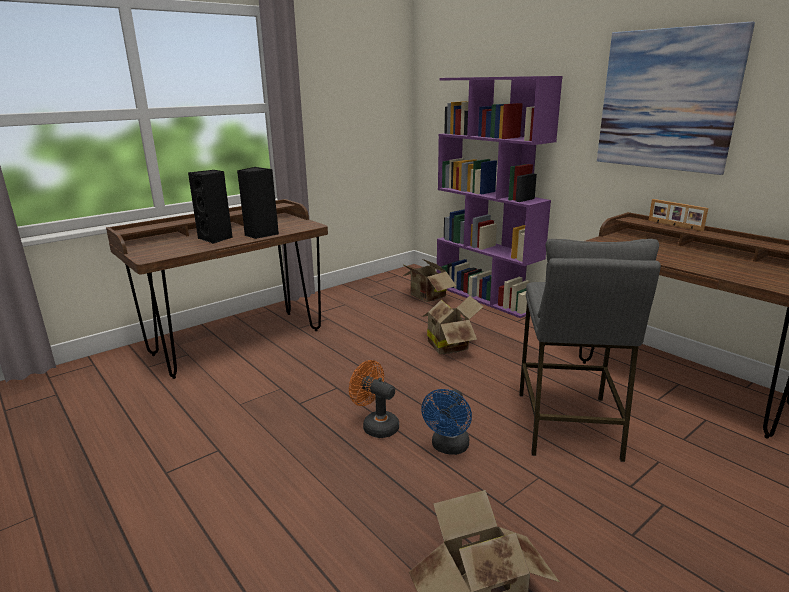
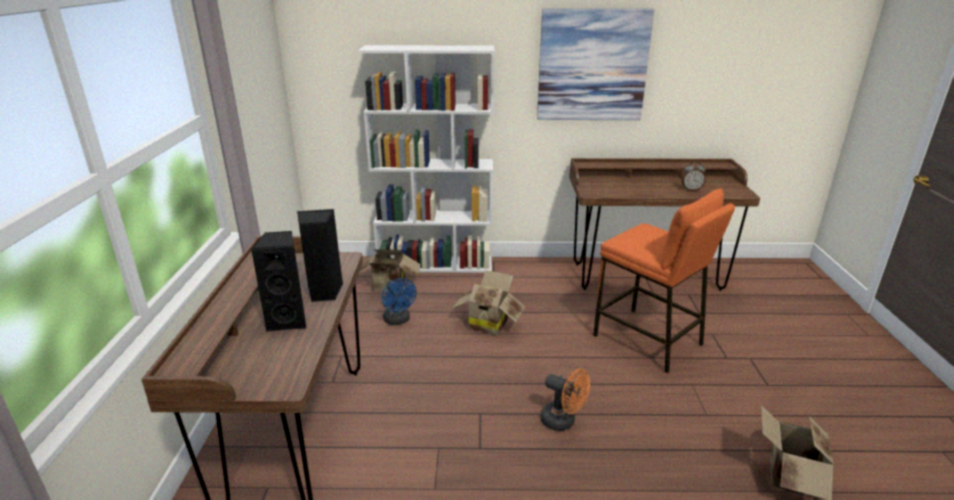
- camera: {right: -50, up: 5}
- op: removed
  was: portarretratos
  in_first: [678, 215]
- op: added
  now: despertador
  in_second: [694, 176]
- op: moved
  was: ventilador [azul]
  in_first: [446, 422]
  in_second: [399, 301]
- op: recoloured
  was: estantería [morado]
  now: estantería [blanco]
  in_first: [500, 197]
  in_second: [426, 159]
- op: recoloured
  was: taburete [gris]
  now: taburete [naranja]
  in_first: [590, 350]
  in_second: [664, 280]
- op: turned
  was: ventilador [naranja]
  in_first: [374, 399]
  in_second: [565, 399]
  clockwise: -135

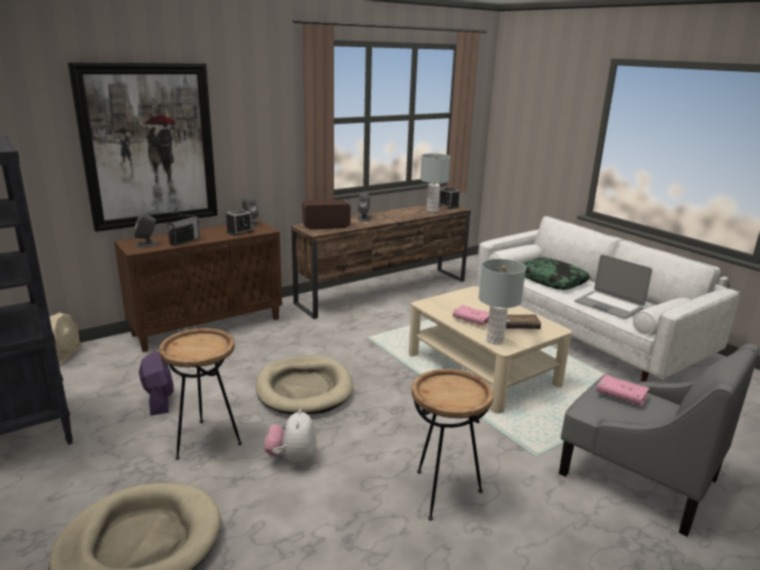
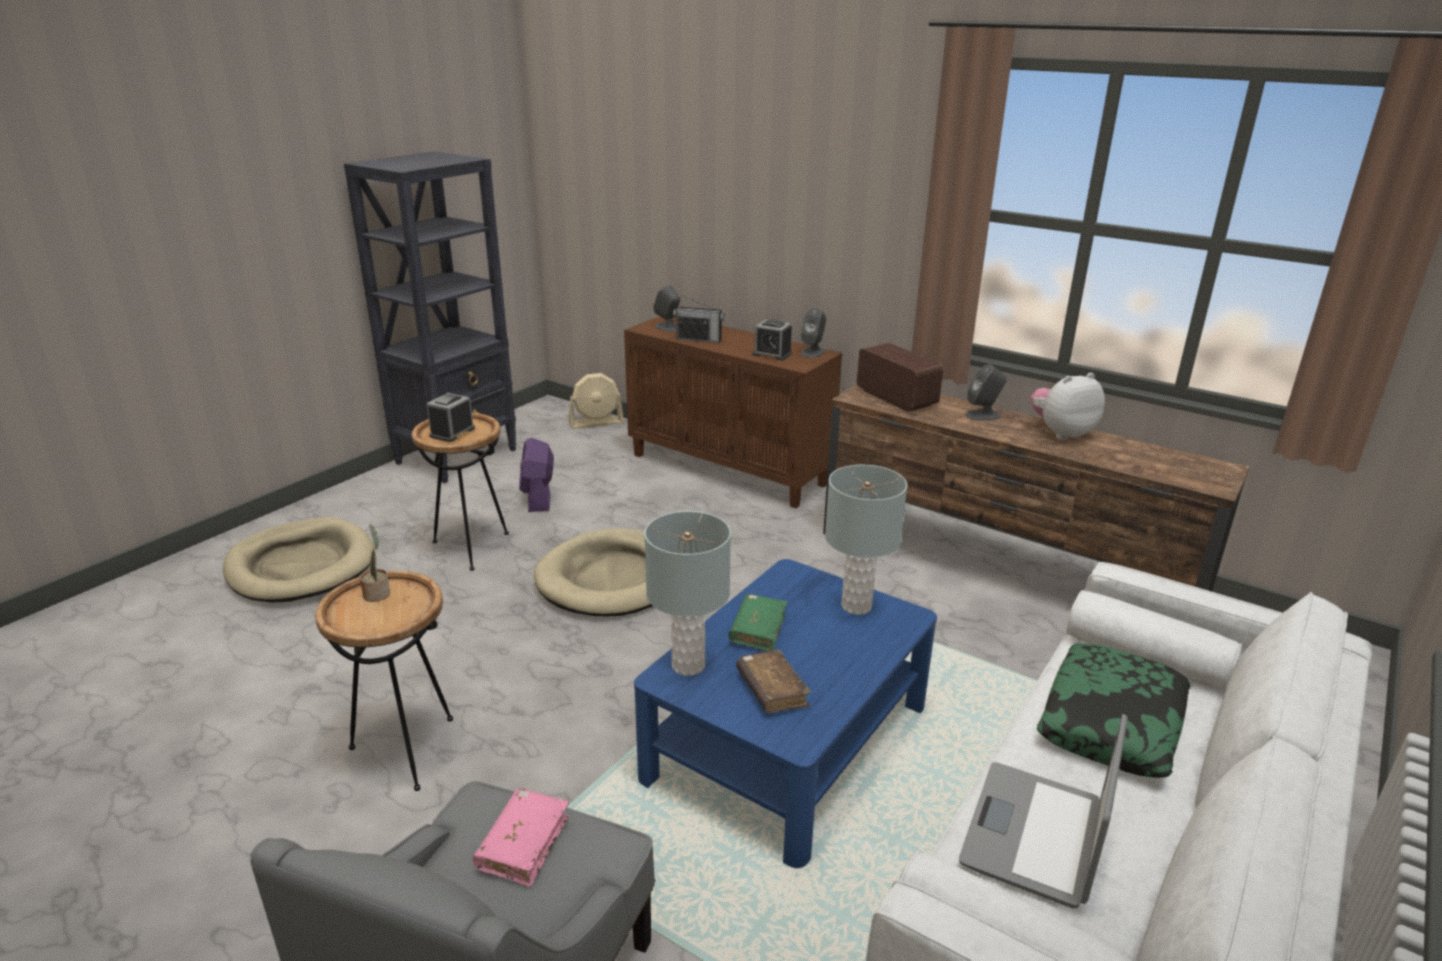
- camera: {right: 70, up: 5}
- op: removed
  was: cuadro
  in_first: [143, 147]
- op: added
  now: planta en maceta
  in_second: [374, 563]
- op: moved
  was: peluche
  in_first: [290, 437]
  in_second: [1068, 406]
- op: moved
  was: lámpara de mesa [gris]
  in_first: [435, 183]
  in_second: [866, 540]
- op: moved
  was: despertador
  in_first: [449, 198]
  in_second: [450, 417]
- op: recoloured
  was: mesa de centro [beis]
  now: mesa de centro [azul]
  in_first: [490, 350]
  in_second: [785, 713]
- op: recoloured
  was: libro [rosa]
  now: libro [verde]
  in_first: [471, 315]
  in_second: [758, 623]
- op: turned
  was: ventilador [morado]
  in_first: [156, 383]
  in_second: [536, 475]
  clockwise: 120

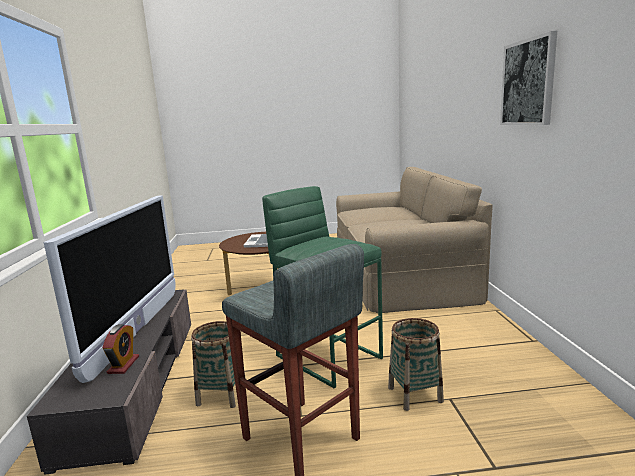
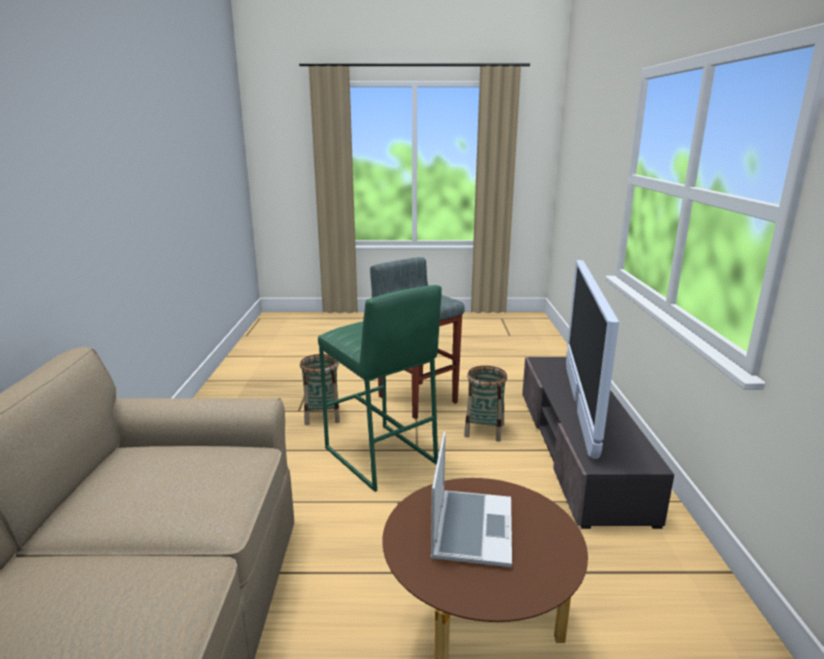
- camera: {right: -175, up: 5}
- op: removed
  was: despertador
  in_first: [120, 349]
- op: removed
  was: cuadro
  in_first: [528, 78]

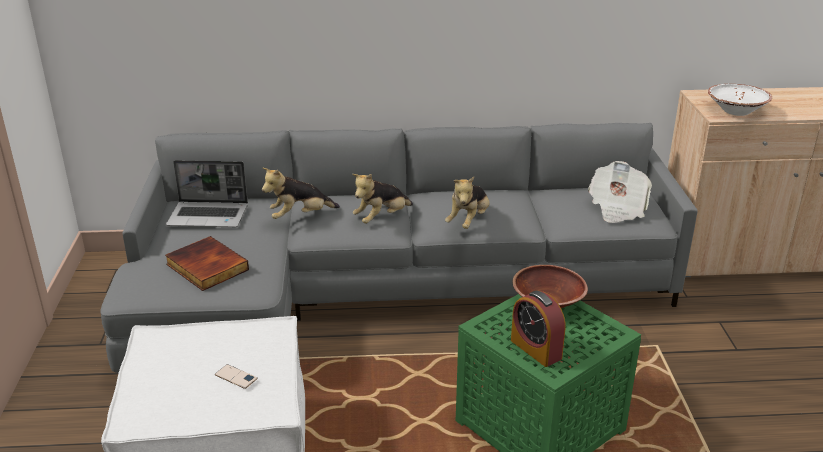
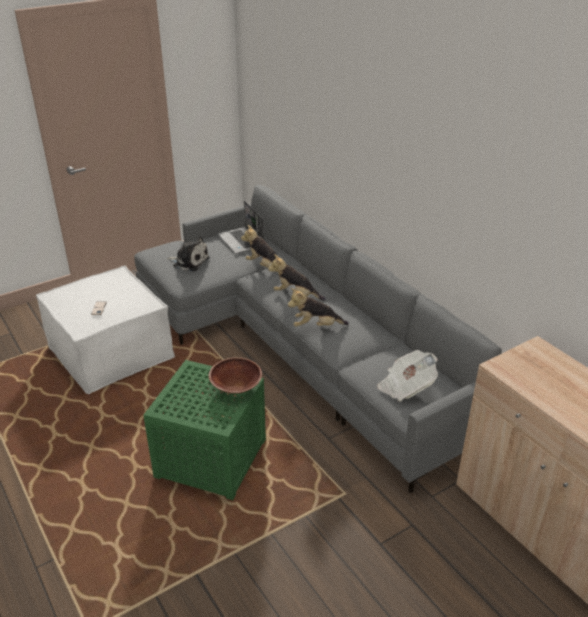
- camera: {right: 60, up: 5}
- op: removed
  was: despertador
  in_first: [538, 329]
- op: removed
  was: cuenco [blanco]
  in_first: [740, 100]
- op: replaced
  was: libro
  now: peluche
  in_first: [207, 263]
  in_second: [188, 253]

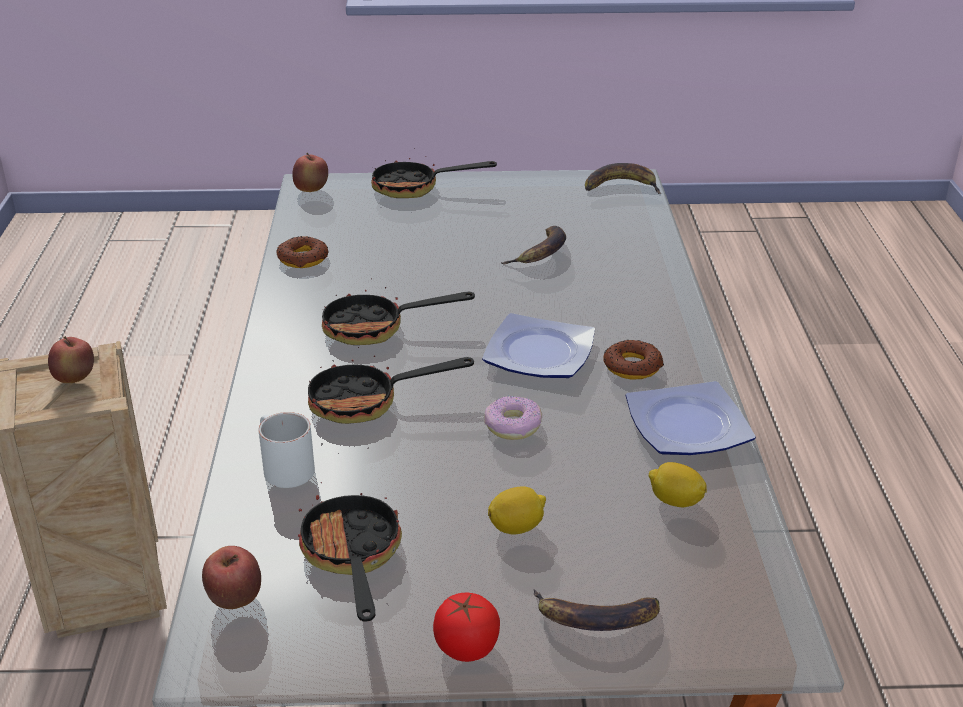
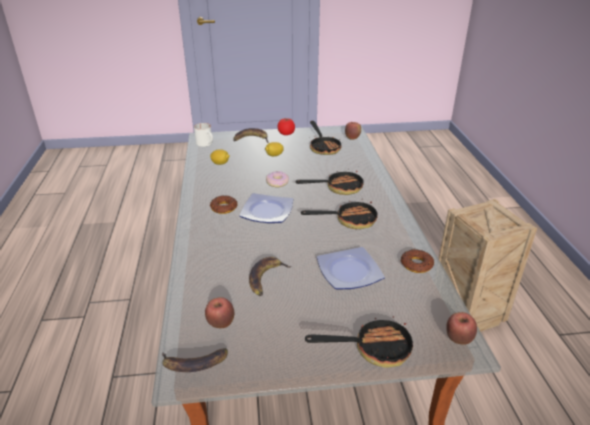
- camera: {right: 175, up: 0}
- op: moved
  was: manzana
  in_first: [71, 359]
  in_second: [219, 312]
- op: moved
  was: taza grande [blanco]
  in_first: [287, 450]
  in_second: [203, 135]
- op: moved
  was: plato
  in_first: [691, 418]
  in_second: [351, 268]

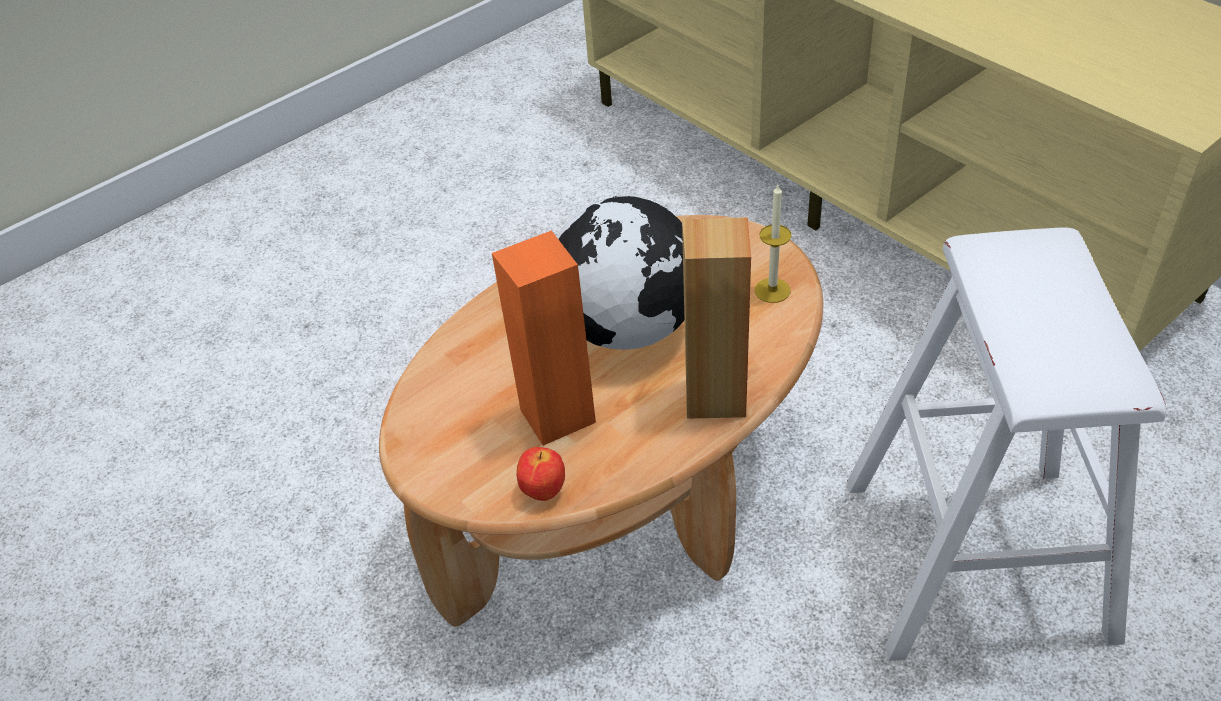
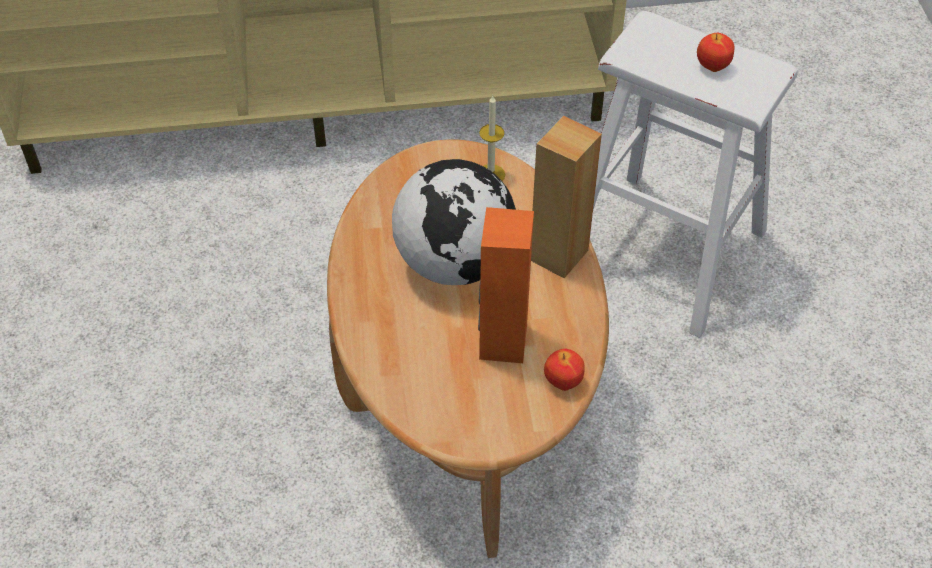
- camera: {right: -60, up: 5}
- op: added
  now: manzana
  in_second: [715, 52]

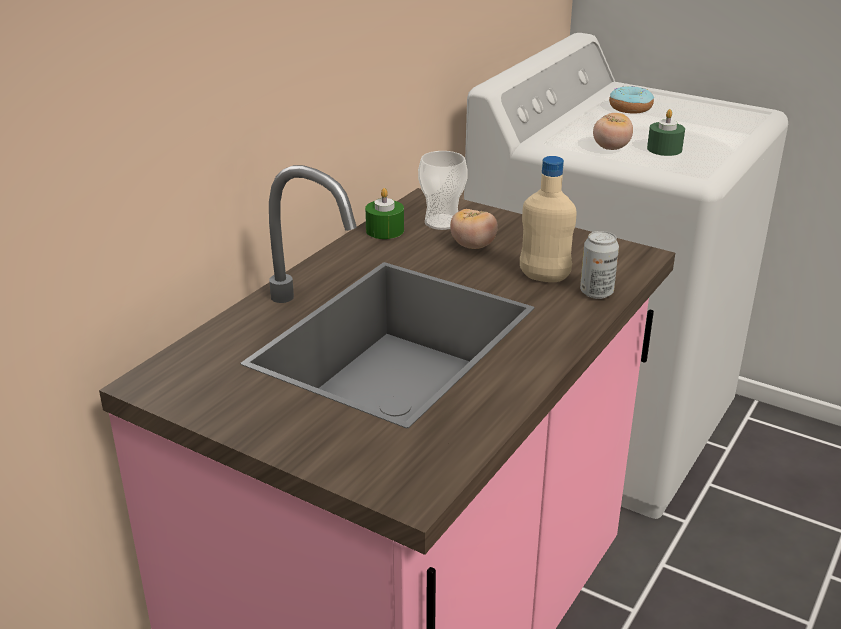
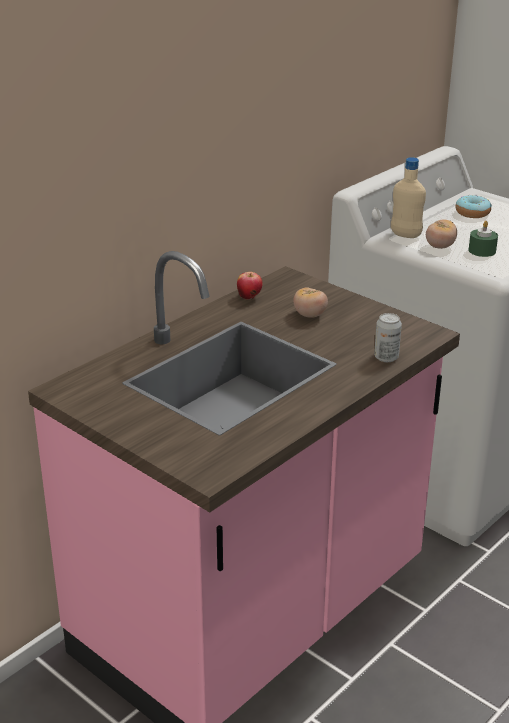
- camera: {right: 10, up: 0}
- op: removed
  was: taza
  in_first: [443, 190]
- op: moved
  was: botella [beis]
  in_first: [548, 219]
  in_second: [408, 197]
- op: replaced
  was: vela [verde]
  now: manzana
  in_first: [384, 213]
  in_second: [250, 286]

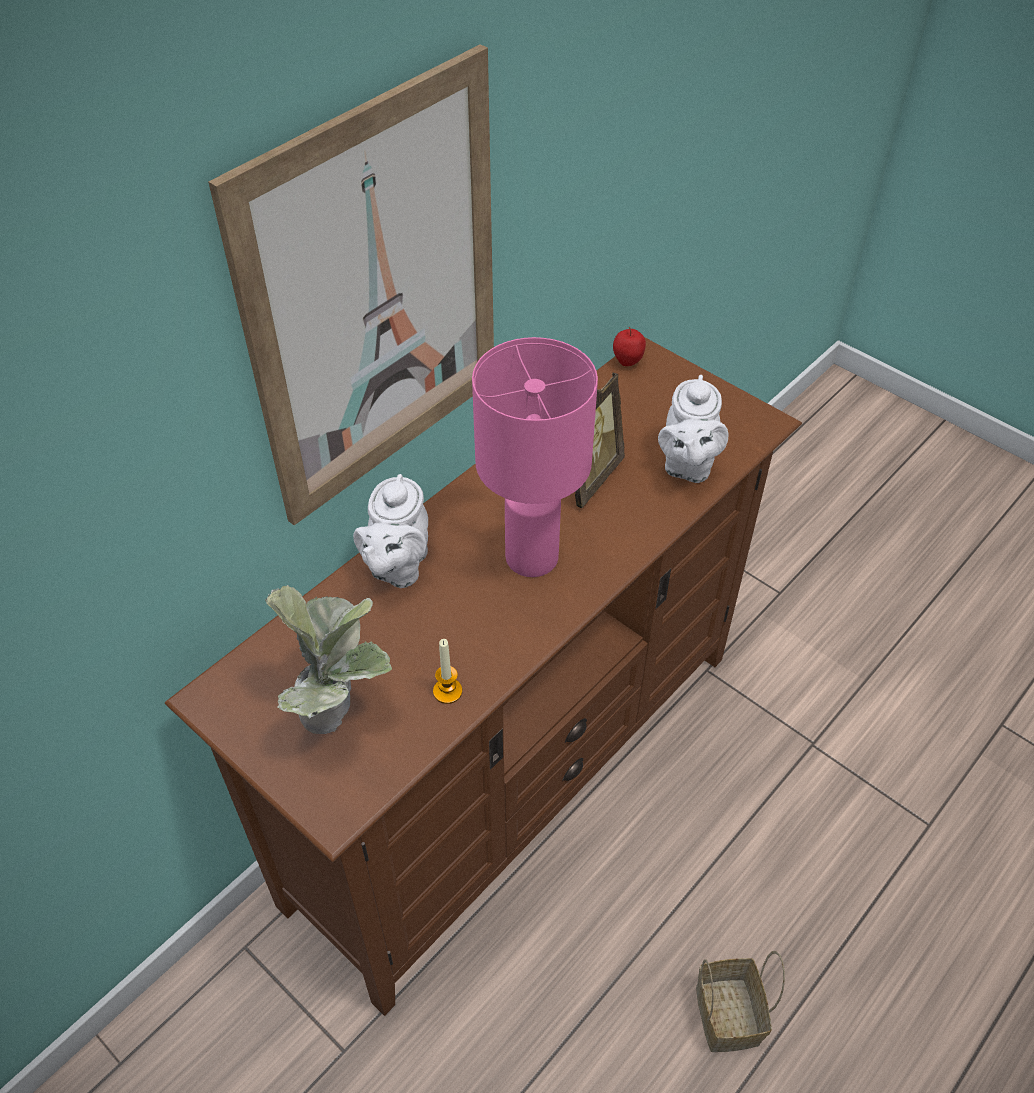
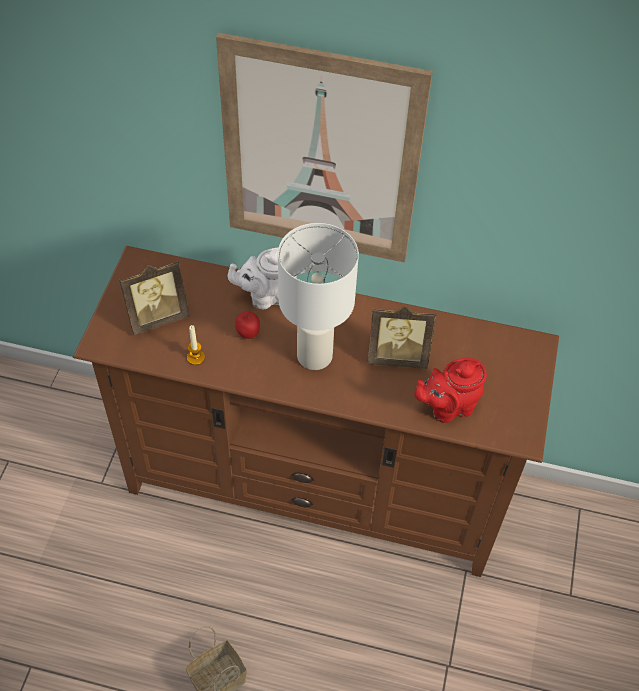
- camera: {right: 60, up: 5}
- op: moved
  was: manzana
  in_first: [629, 346]
  in_second: [247, 325]
- op: replaced
  was: planta en maceta
  now: portarretratos
  in_first: [328, 657]
  in_second: [154, 297]
- op: recoloured
  was: lámpara de mesa [rosa]
  now: lámpara de mesa [blanco]
  in_first: [535, 457]
  in_second: [318, 296]
- op: recoloured
  was: tetera [blanco]
  now: tetera [rojo]
  in_first: [693, 429]
  in_second: [450, 390]

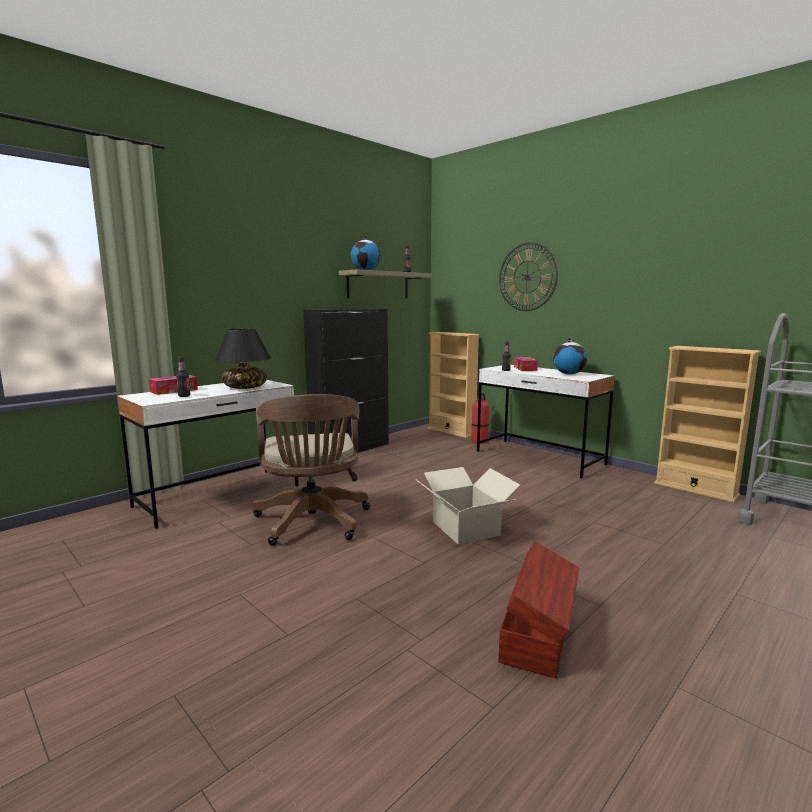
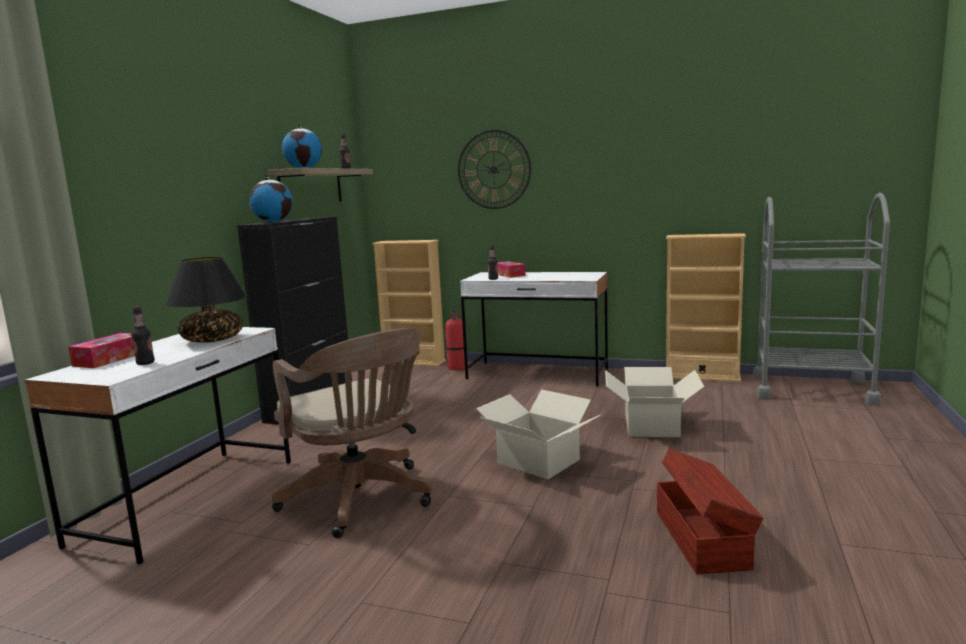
- camera: {right: -25, up: 0}
- op: added
  now: caja de cartón
  in_second: [654, 402]
- op: moved
  was: globo terráqueo
  in_first: [570, 356]
  in_second: [271, 198]

